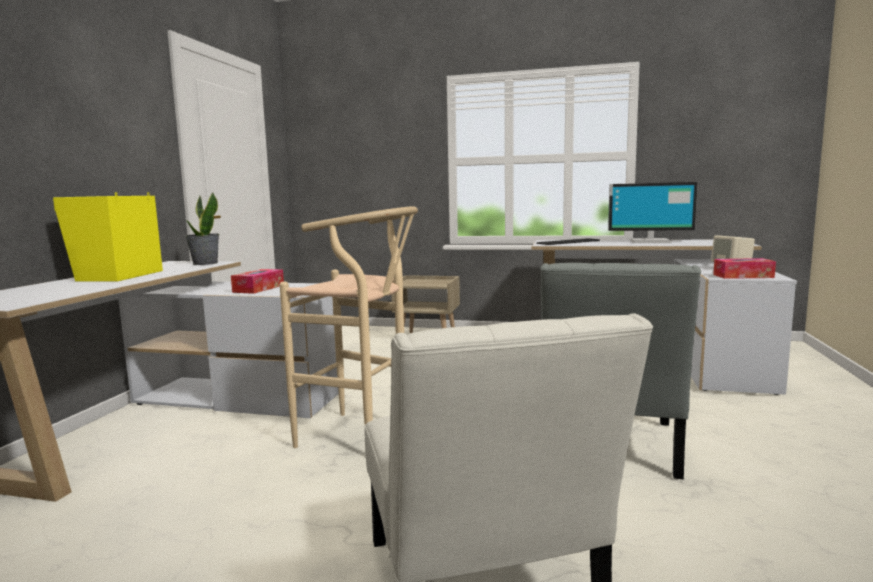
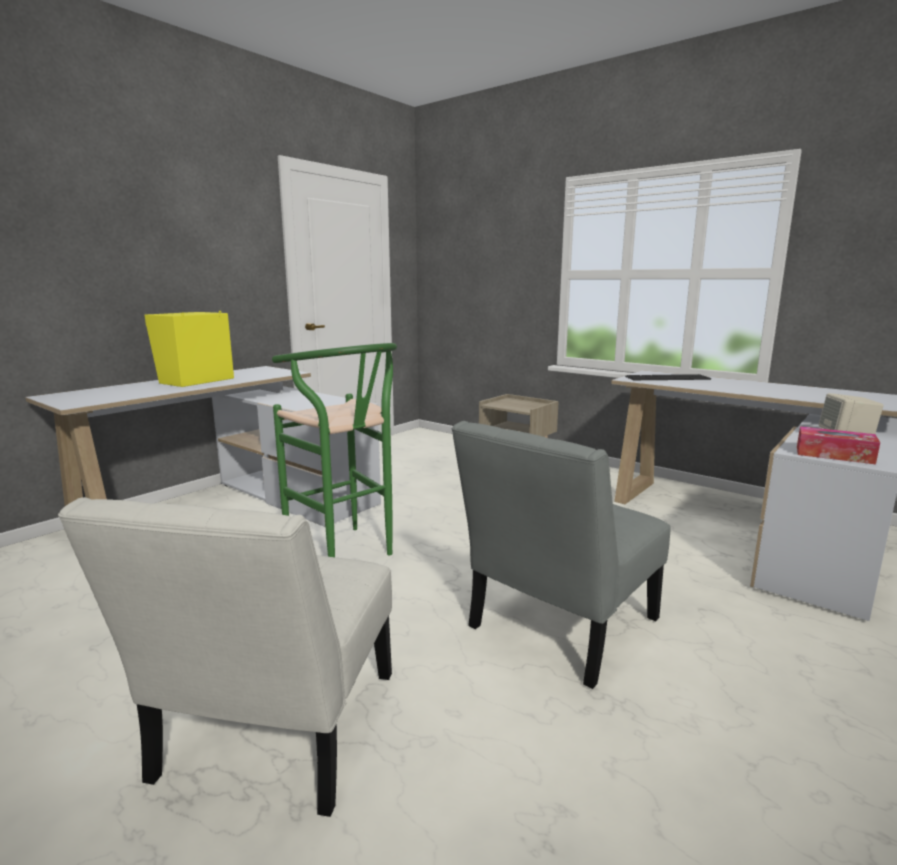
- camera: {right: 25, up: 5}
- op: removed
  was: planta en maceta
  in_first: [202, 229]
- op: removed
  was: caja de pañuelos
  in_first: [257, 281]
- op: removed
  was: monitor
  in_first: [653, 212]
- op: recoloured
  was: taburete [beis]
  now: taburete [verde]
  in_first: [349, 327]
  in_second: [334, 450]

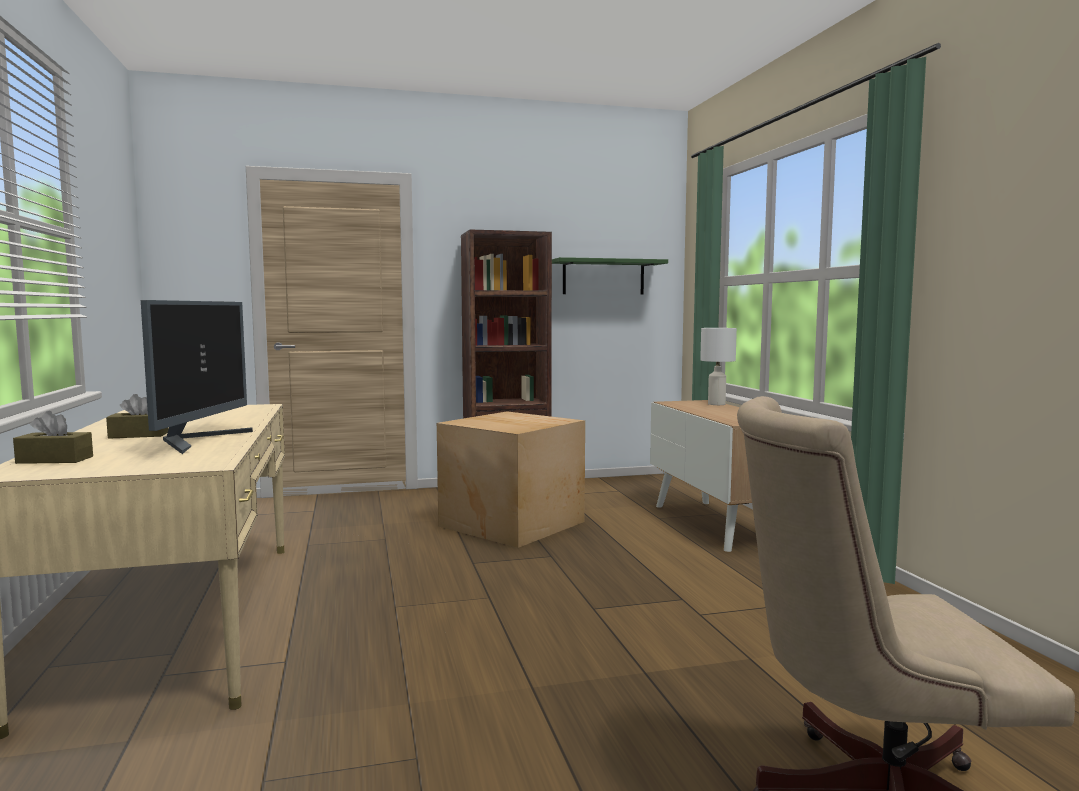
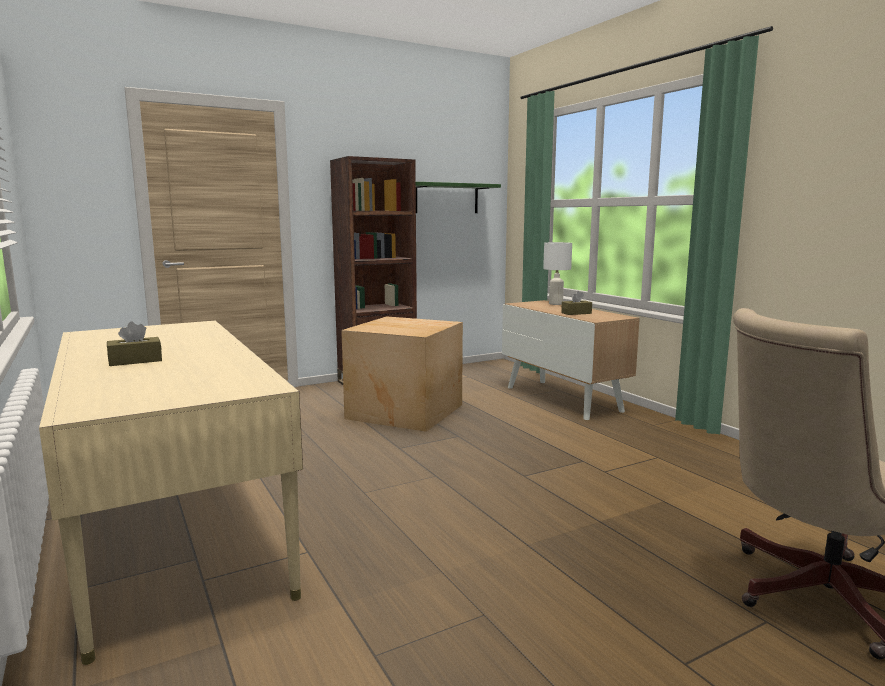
- camera: {right: -15, up: 5}
- op: removed
  was: monitor
  in_first: [197, 377]
- op: moved
  was: caja de pañuelos [marrón]
  in_first: [53, 437]
  in_second: [576, 303]

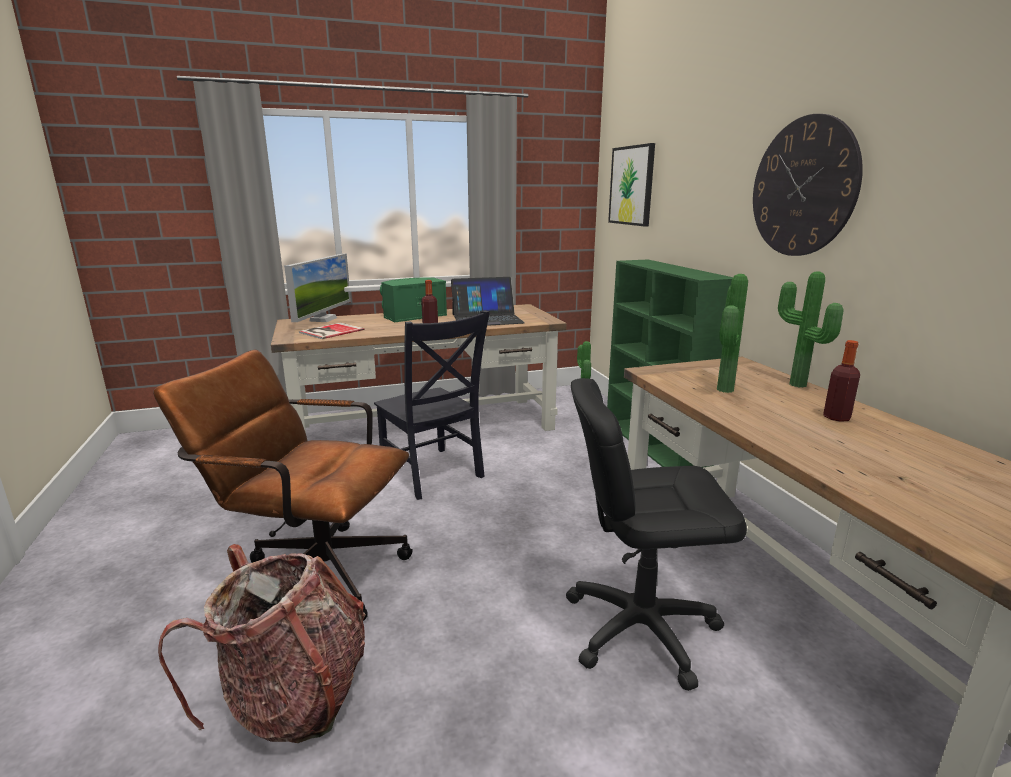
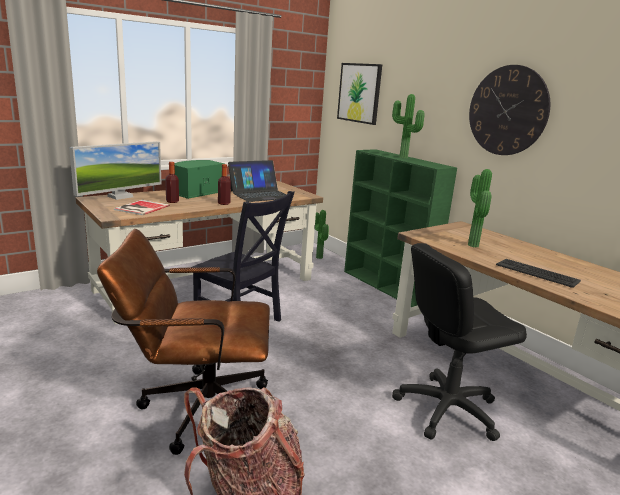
- camera: {right: -20, up: 0}
- op: added
  now: teclado
  in_second: [538, 273]
- op: moved
  was: planta en maceta
  in_first: [810, 329]
  in_second: [408, 126]
- op: moved
  was: botella
  in_first: [841, 381]
  in_second: [172, 182]
- op: turned
  was: monitor
  in_first: [317, 288]
  in_second: [115, 170]
  clockwise: 45

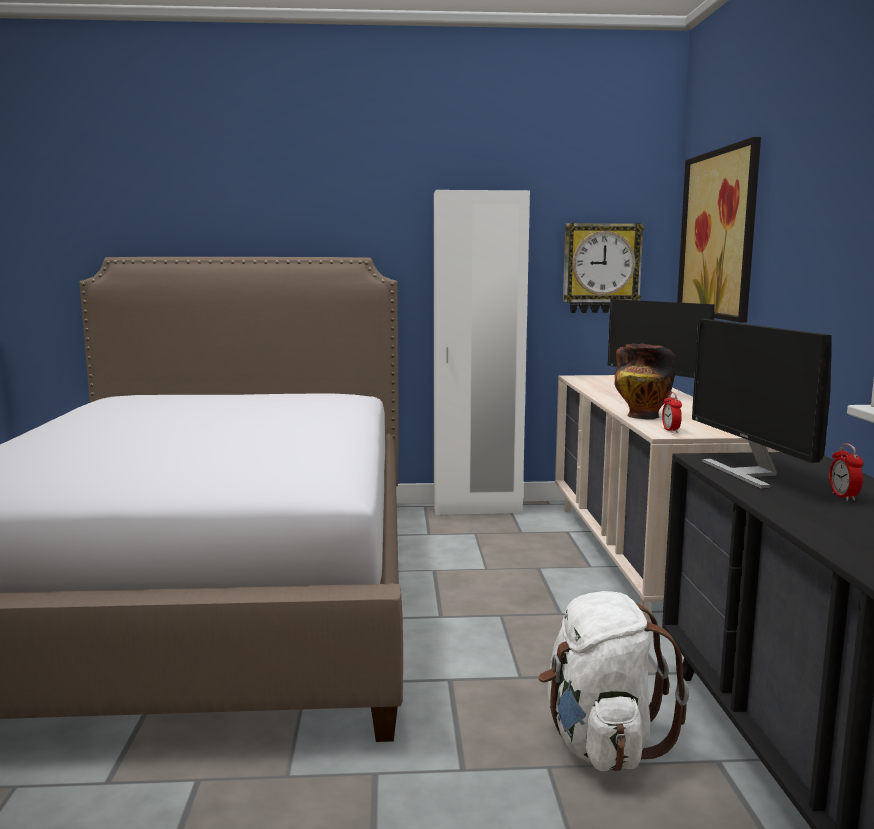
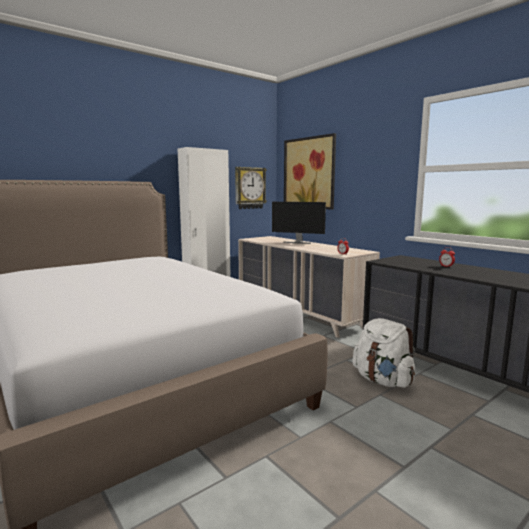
- camera: {right: -35, up: 0}
- op: removed
  was: florero
  in_first: [644, 382]
- op: removed
  was: monitor
  in_first: [762, 404]

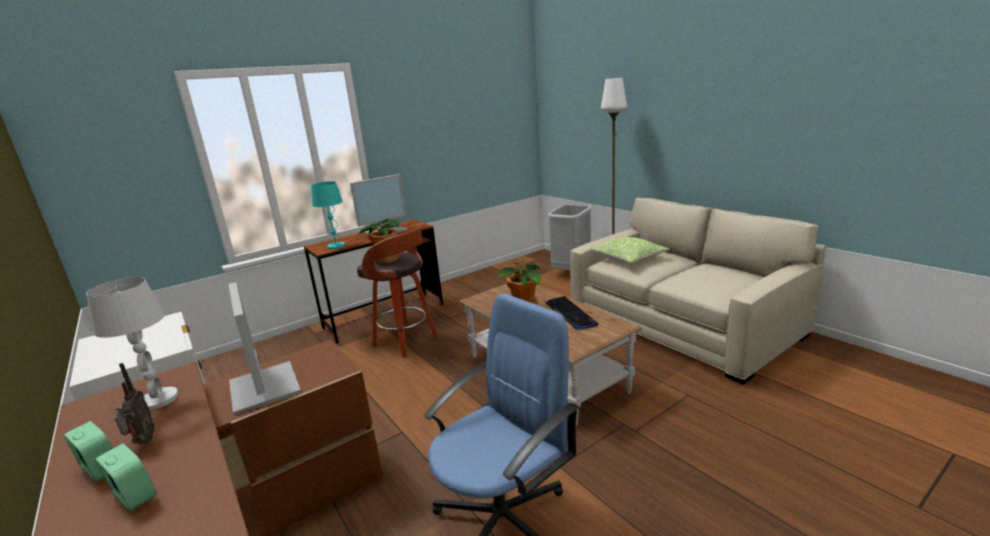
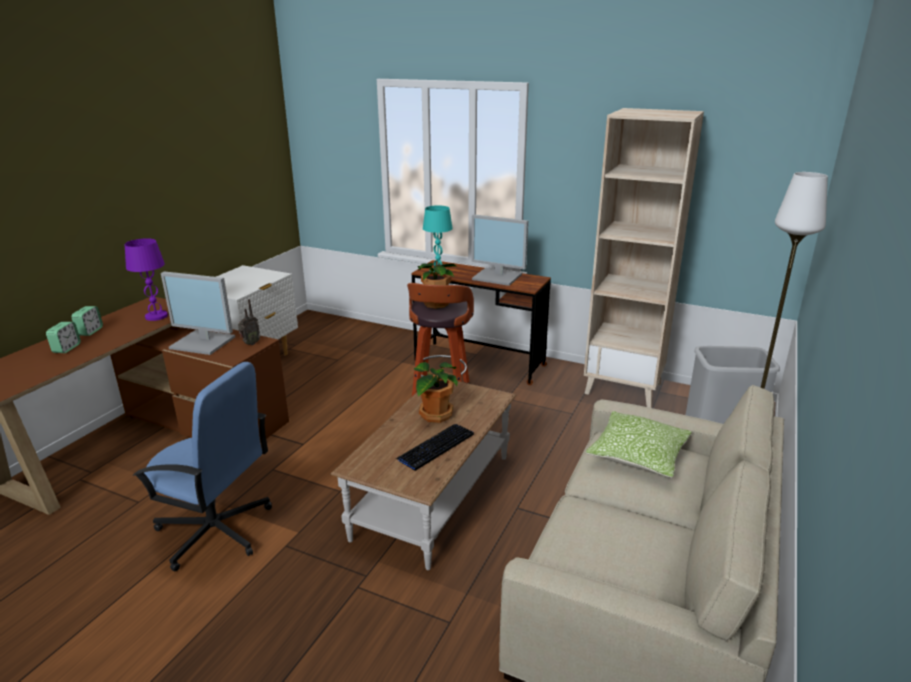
- camera: {right: 60, up: 5}
- op: added
  now: estantería [beis]
  in_second: [644, 258]
- op: moved
  was: radio
  in_first: [134, 403]
  in_second: [249, 322]
- op: recoloured
  was: lámpara de mesa [blanco]
  now: lámpara de mesa [morado]
  in_first: [132, 343]
  in_second: [146, 279]
- op: turned
  was: monitor
  in_first: [264, 349]
  in_second: [198, 313]
  clockwise: 75

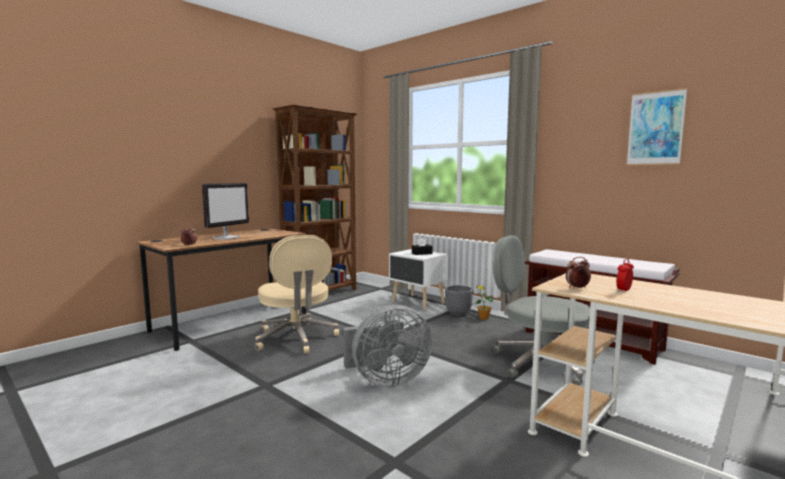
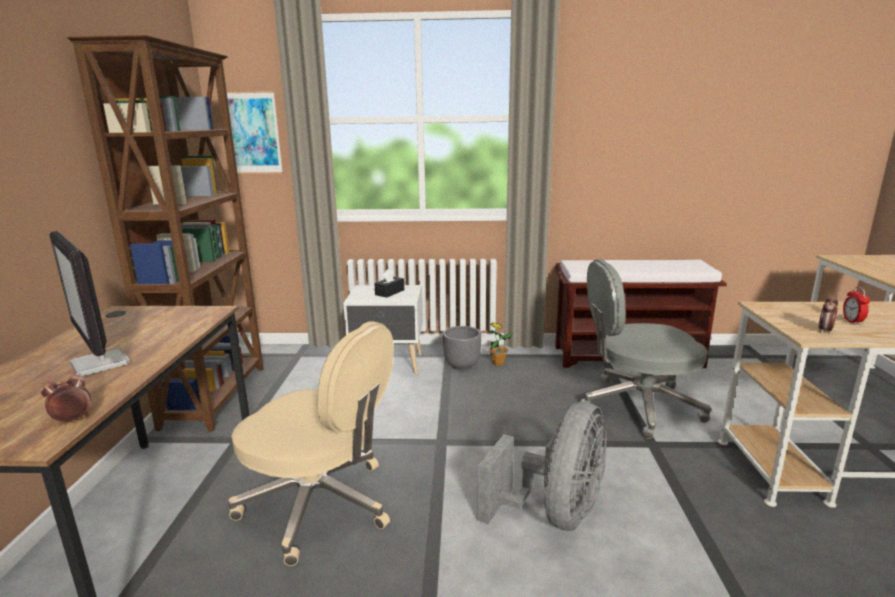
- camera: {right: -40, up: 10}
- op: moved
  was: cuadro
  in_first: [657, 126]
  in_second: [255, 132]
- op: turned
  was: monitor
  in_first: [225, 211]
  in_second: [89, 303]
  clockwise: 150

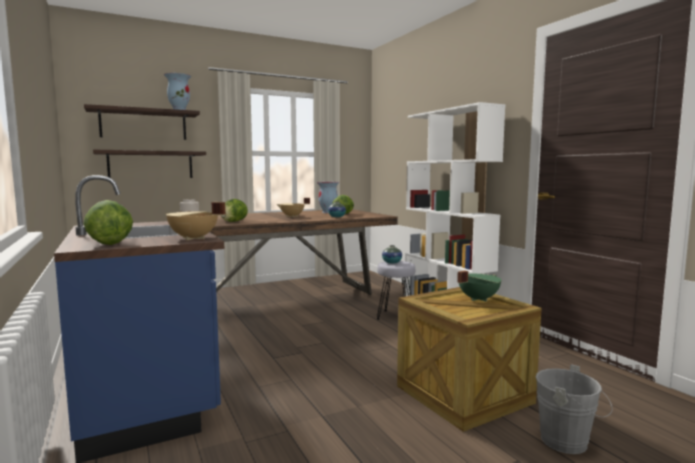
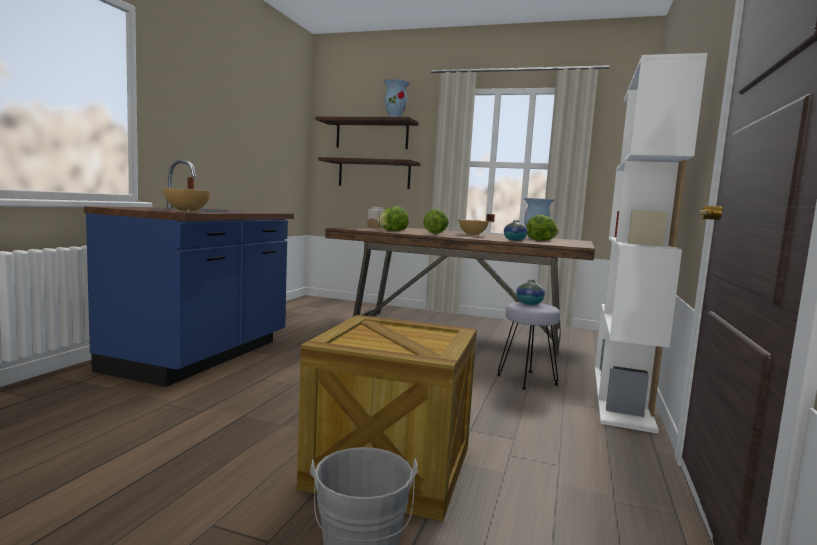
- camera: {right: 45, up: 0}
- op: removed
  was: olla [verde]
  in_first: [479, 286]
- op: moved
  was: lechuga
  in_first: [108, 222]
  in_second: [436, 221]

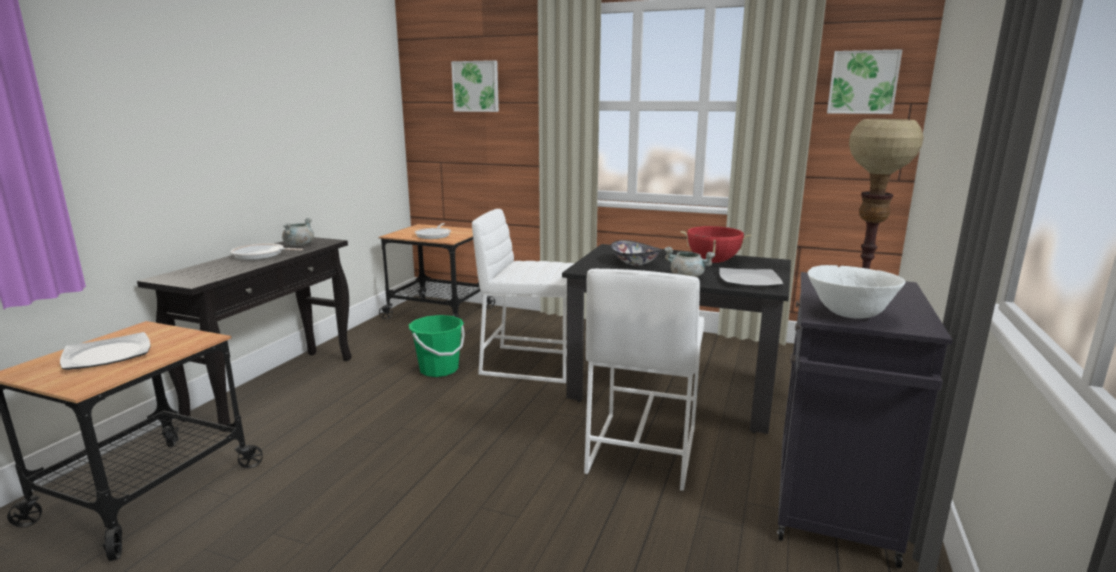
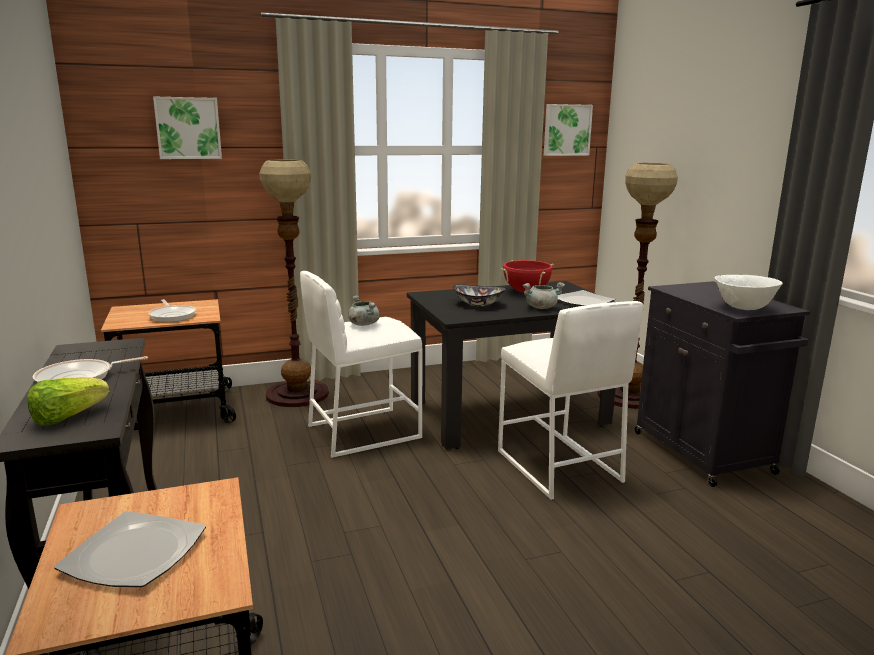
- camera: {right: -40, up: 0}
- op: removed
  was: cubo [verde]
  in_first: [437, 346]
- op: added
  now: lechuga
  in_second: [68, 401]
- op: added
  now: lámpara de pie
  in_second: [294, 283]
- op: moved
  was: olla [gris]
  in_first: [298, 232]
  in_second: [364, 310]

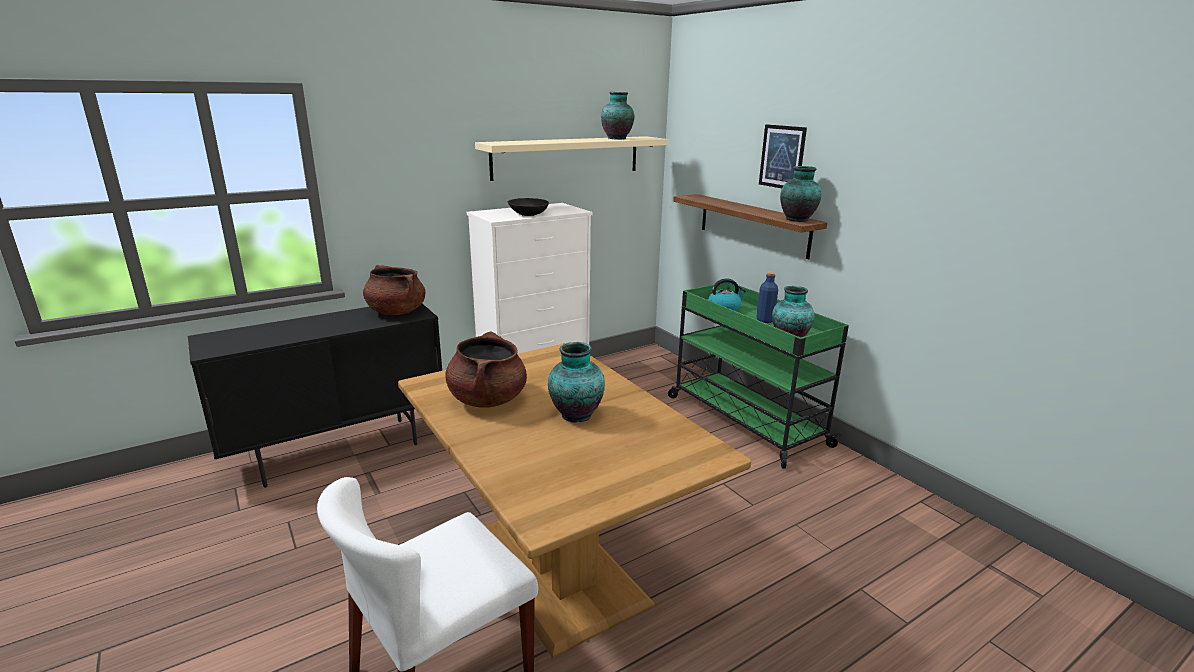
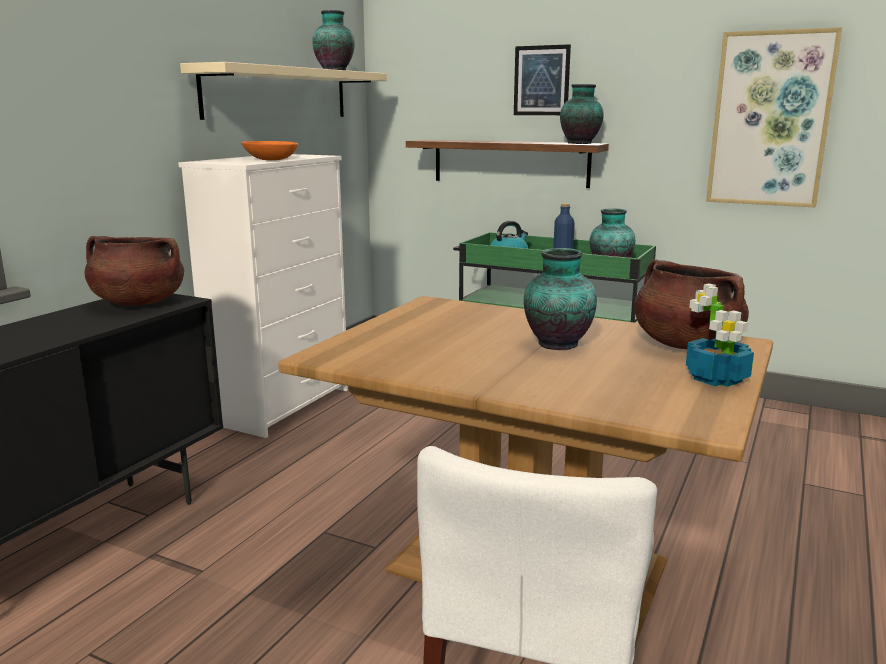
- camera: {right: -30, up: -5}
- op: added
  now: planta en maceta
  in_second: [720, 335]
- op: added
  now: cuadro
  in_second: [774, 117]
- op: moved
  was: olla [marrón]
  in_first: [486, 370]
  in_second: [691, 304]
- op: recoloured
  was: cuenco [negro]
  now: cuenco [naranja]
  in_first: [528, 207]
  in_second: [269, 150]

